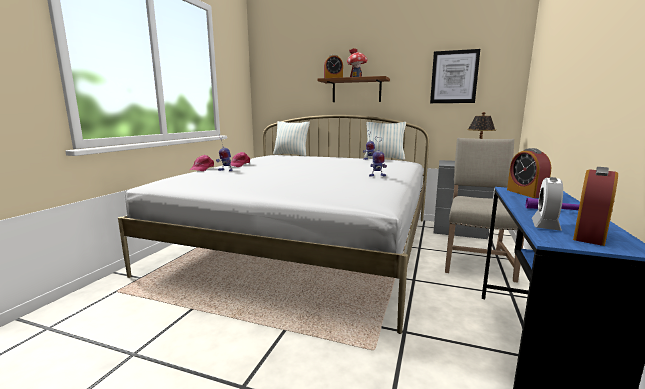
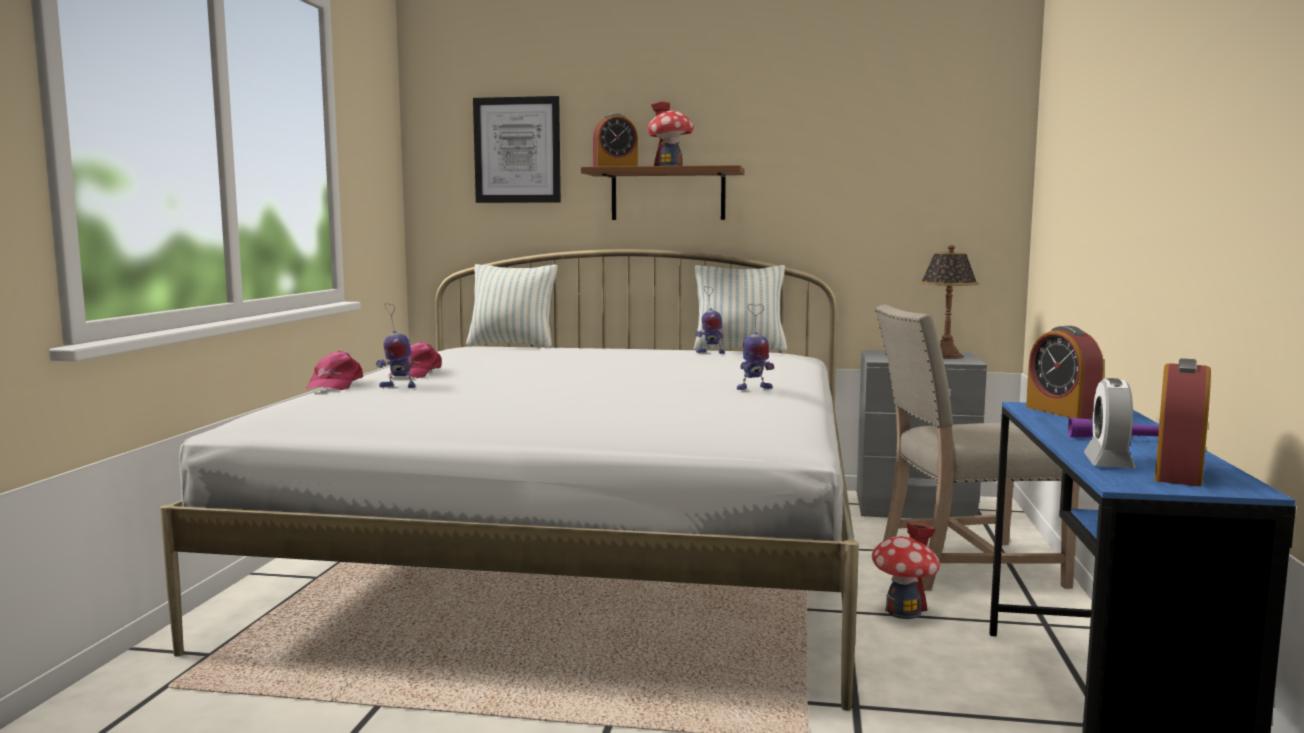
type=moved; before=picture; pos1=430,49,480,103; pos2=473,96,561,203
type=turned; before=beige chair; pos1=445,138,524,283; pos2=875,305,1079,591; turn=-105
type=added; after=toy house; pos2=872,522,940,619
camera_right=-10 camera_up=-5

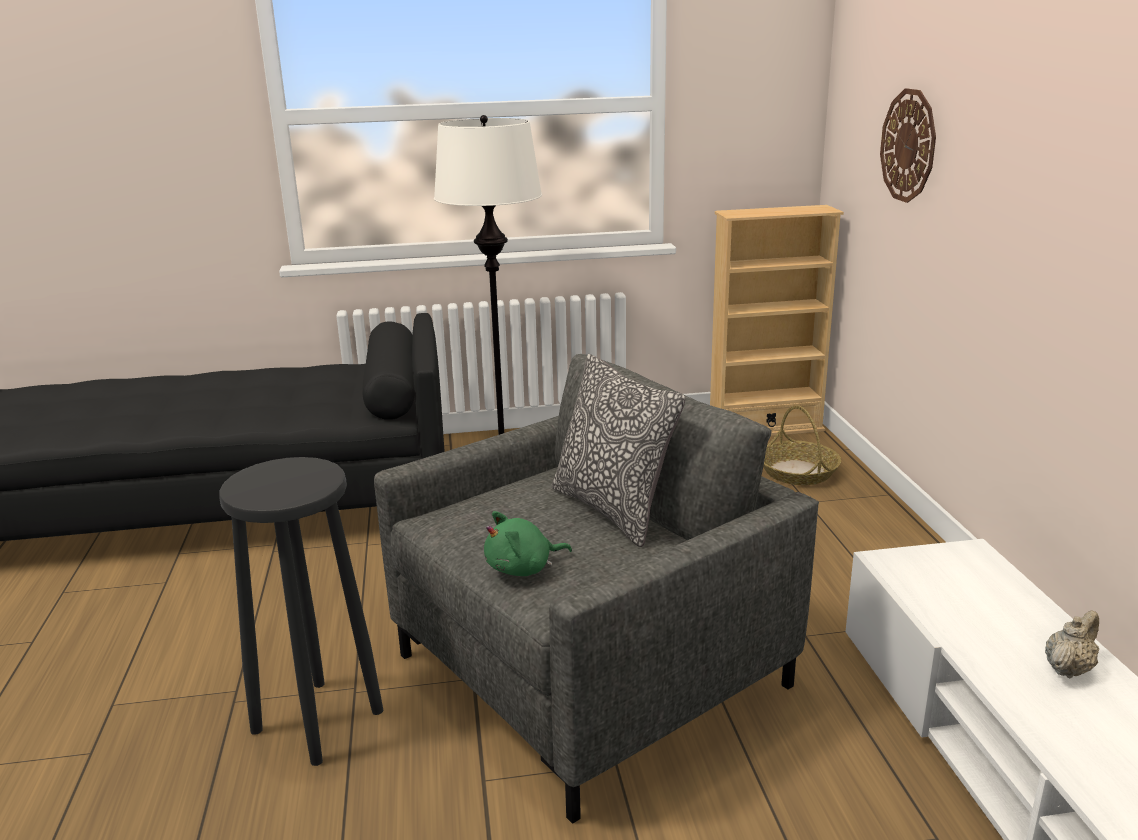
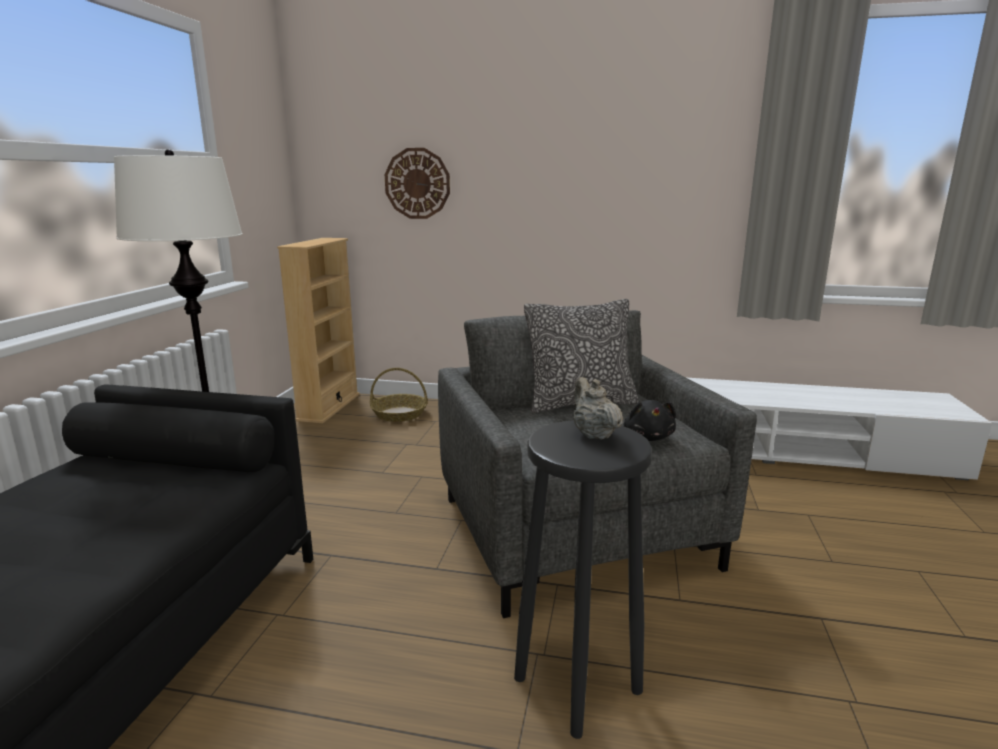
type=recoloured; before=green plush toy; after=black plush toy; pos1=484,511,572,576; pos2=624,400,676,441
type=moved; before=beige teapot; pos1=1045,610,1099,678; pos2=574,377,623,440
camera_right=-70 camera_up=-5

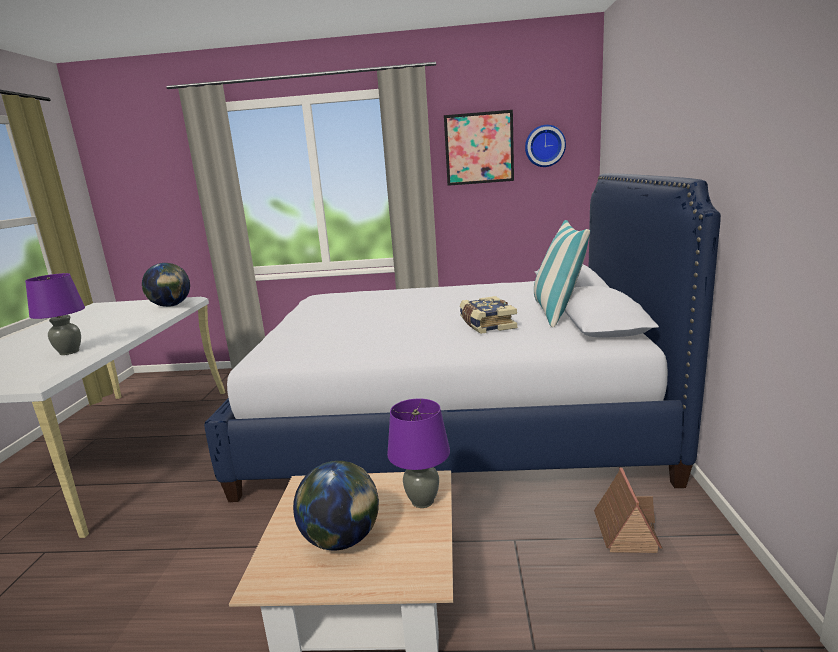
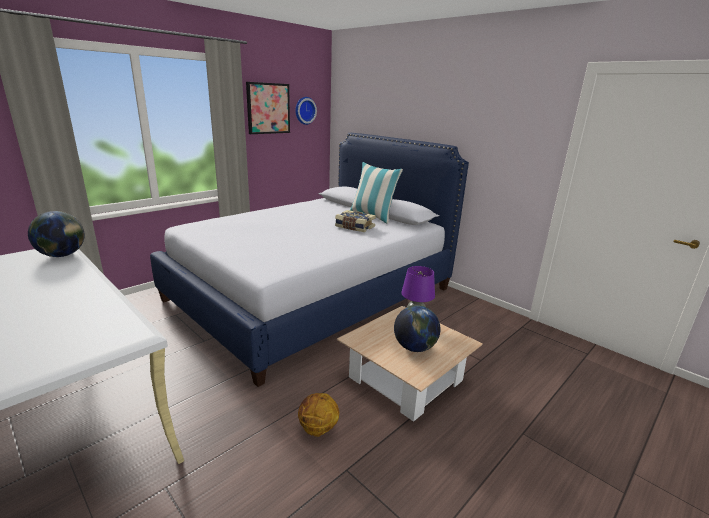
type=removed; before=purple table lamp; pos1=25,273,85,355
type=removed; before=toy house; pos1=594,468,663,553
type=added; after=basketball; pos2=298,393,339,437
camera_right=-50 camera_up=5

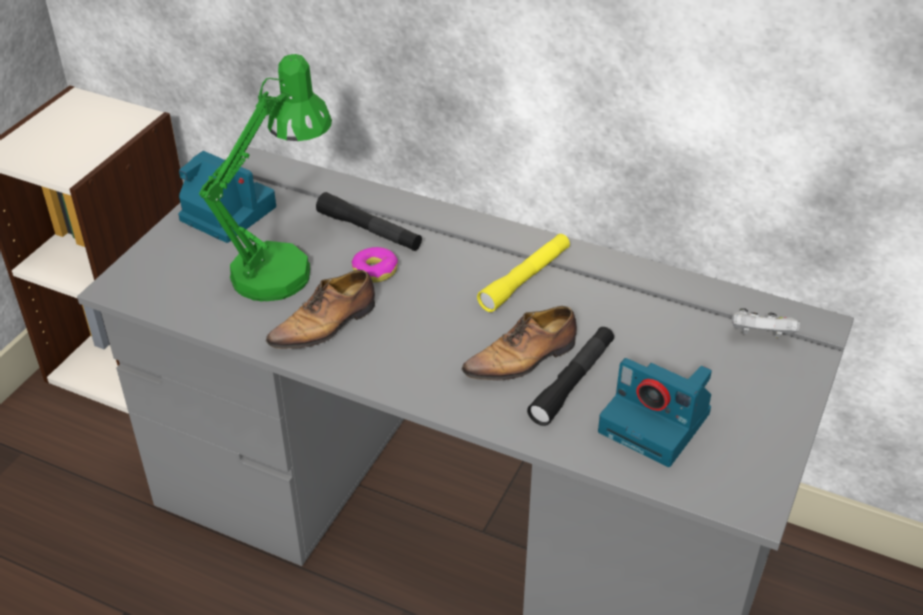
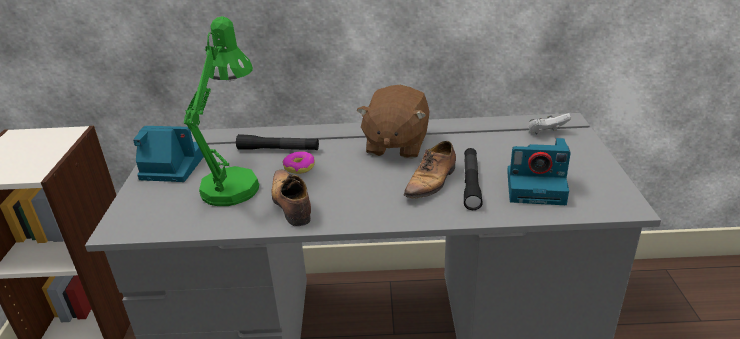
type=replaced; before=yellow flashlight; after=brown plush toy; pos1=477,234,570,312; pos2=356,85,429,159
type=turned; before=shoe; pos1=265,270,375,349; pos2=271,170,311,226; turn=135
camera_right=-25 camera_up=-10

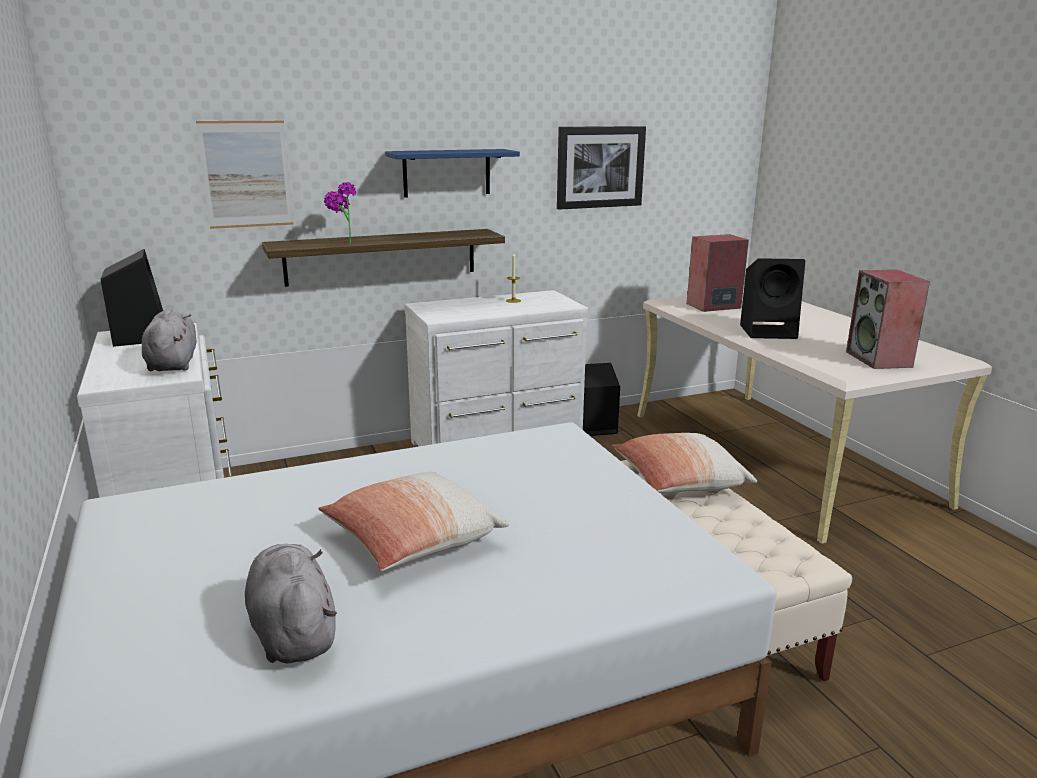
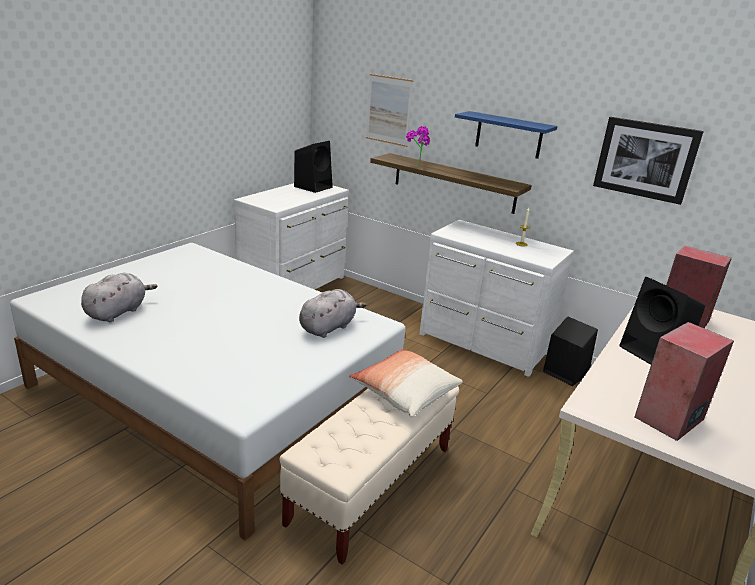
type=moved; before=grey plush toy; pos1=142,309,196,372; pos2=299,289,367,338
type=removed; before=pillow; pos1=318,472,509,571
camera_right=55 camera_up=5

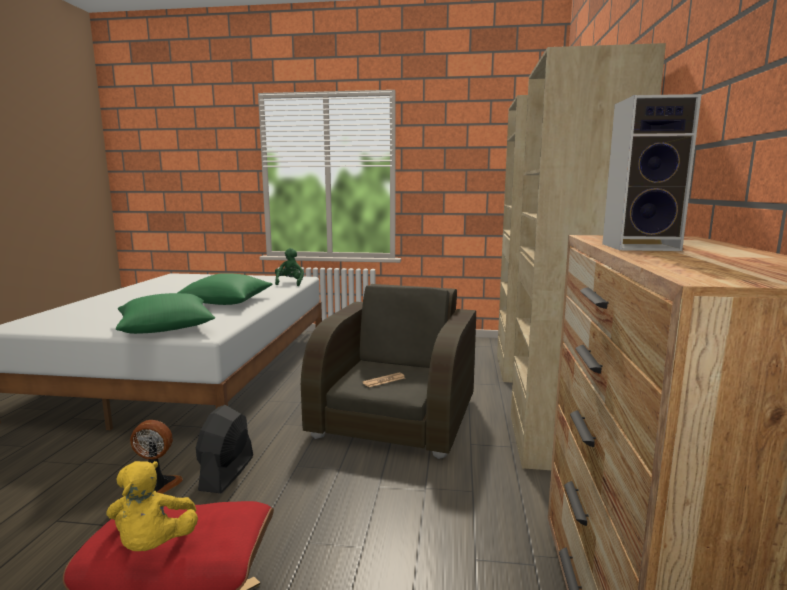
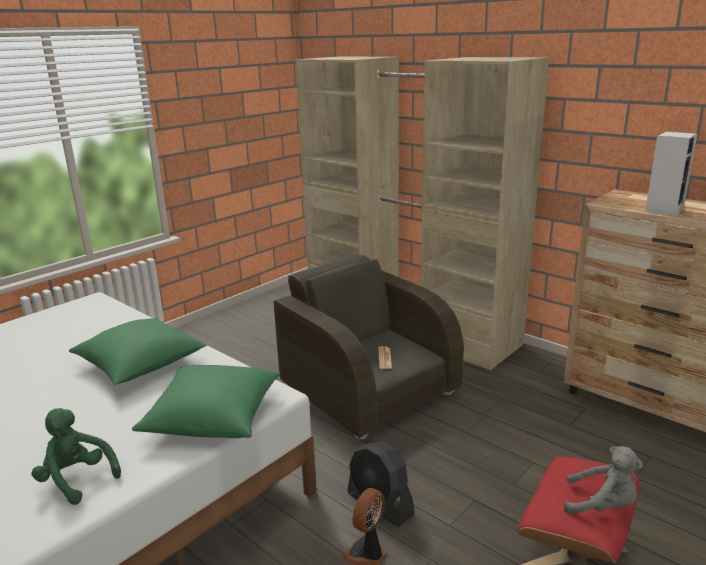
type=moved; before=green plush toy; pos1=275,248,304,286; pos2=32,408,121,505
type=recoloured; before=yellow plush toy; after=grey plush toy; pos1=106,461,198,551; pos2=564,446,643,514
camera_right=-55 camera_up=10

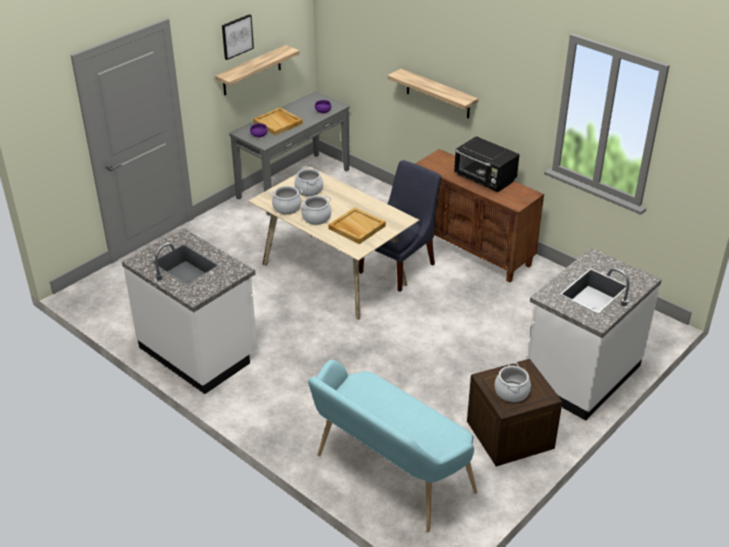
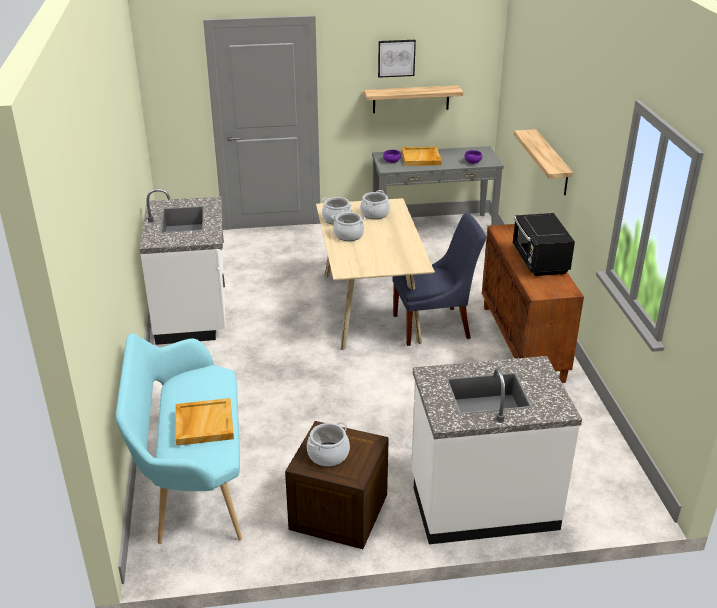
type=moved; before=beige tray; pos1=328,207,386,244; pos2=176,398,234,446
camera_right=40 camera_up=-5

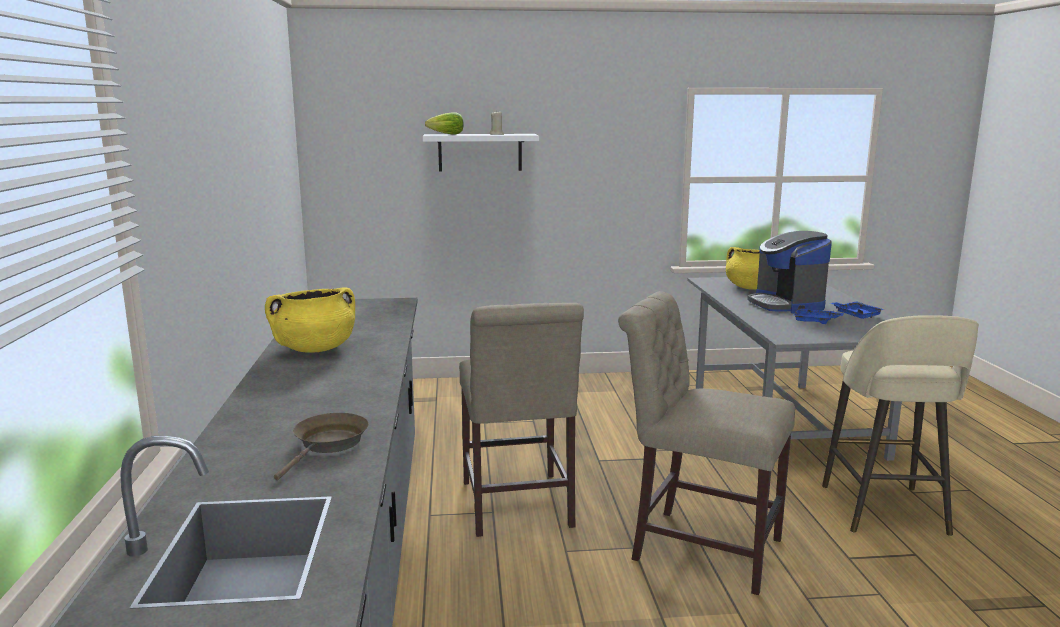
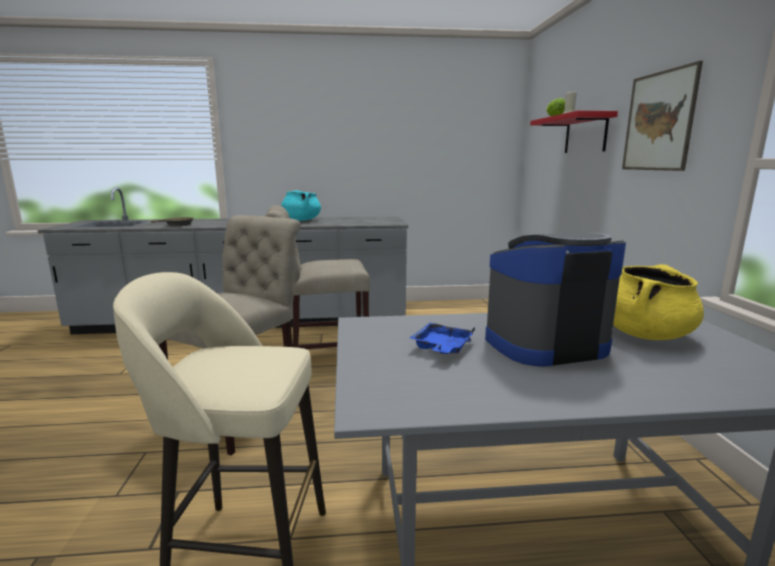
type=recoloured; before=white shelf; after=red shelf; pos1=423,134,539,171; pos2=530,111,618,153
type=recoloured; before=yellow cooking pot; after=turquoise cooking pot; pos1=265,288,355,353; pos2=281,190,321,221
type=removed; before=blue tray; pos1=830,301,884,319
type=added; after=picture; pos2=622,61,703,171
camera_right=90 camera_up=0

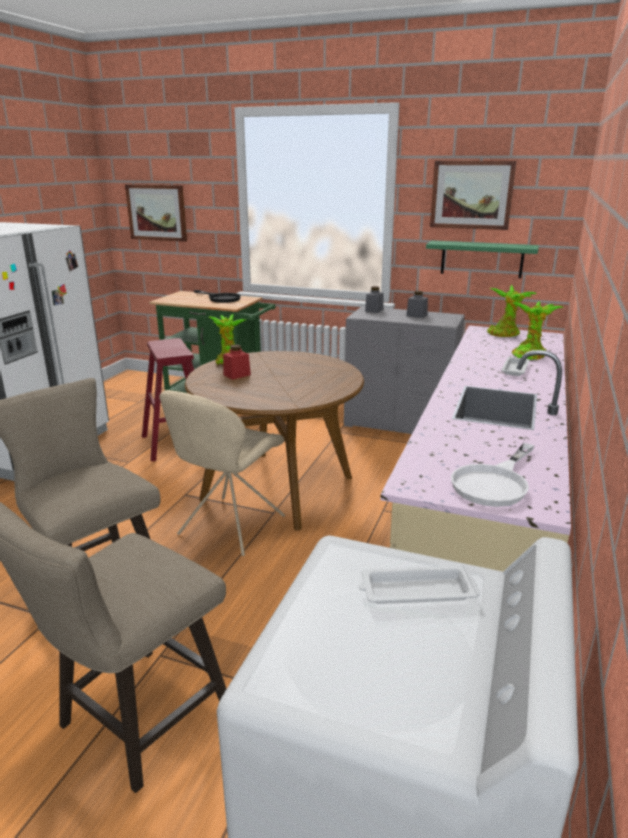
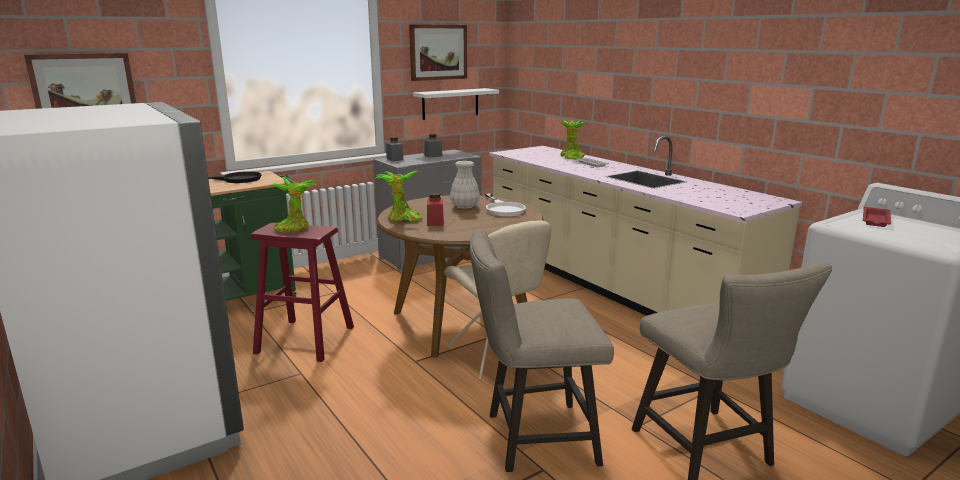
type=recoloured; before=green shelf; after=white shelf; pos1=426,241,539,278; pos2=413,88,499,120
type=moved; before=potted plant; pos1=487,285,537,337; pos2=270,177,317,233
type=moved; before=white frying pan; pos1=451,443,534,507; pos2=485,194,526,216
type=recoloured; before=white tray; after=red tray; pos1=359,565,480,604; pos2=863,207,891,227
type=added; after=white vase; pos2=450,161,480,209
camera_right=-55 camera_up=-5

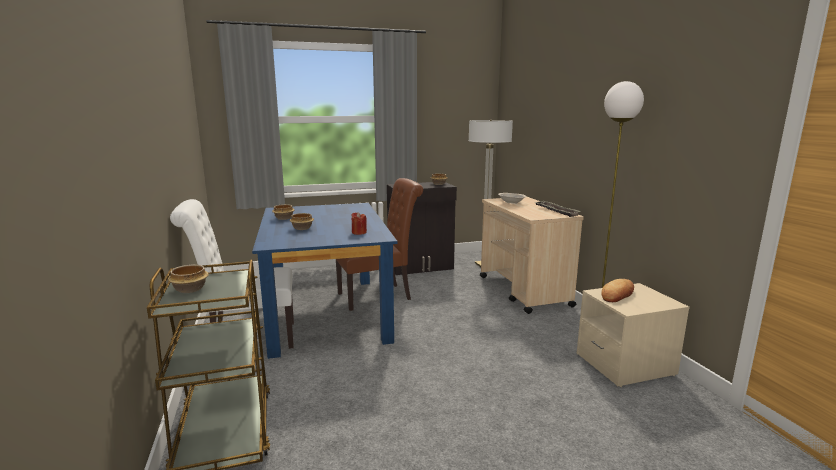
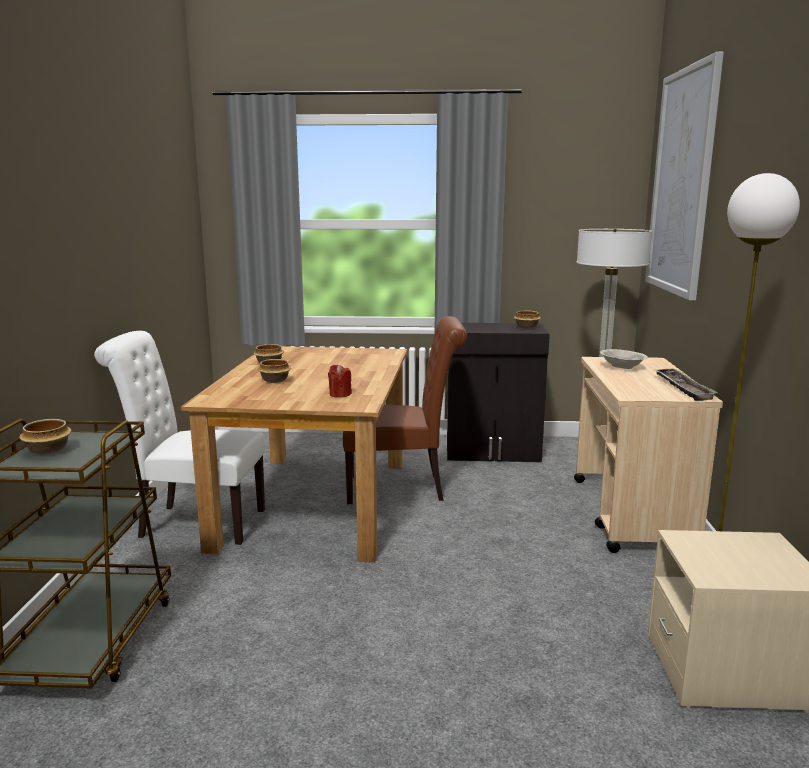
type=recoloured; before=blue dining table; after=brown dining table; pos1=252,203,398,359; pos2=181,346,407,563
type=removed; before=bread; pos1=601,279,634,302
type=added; after=picture; pos2=645,52,724,301
camera_right=20 camera_up=0

